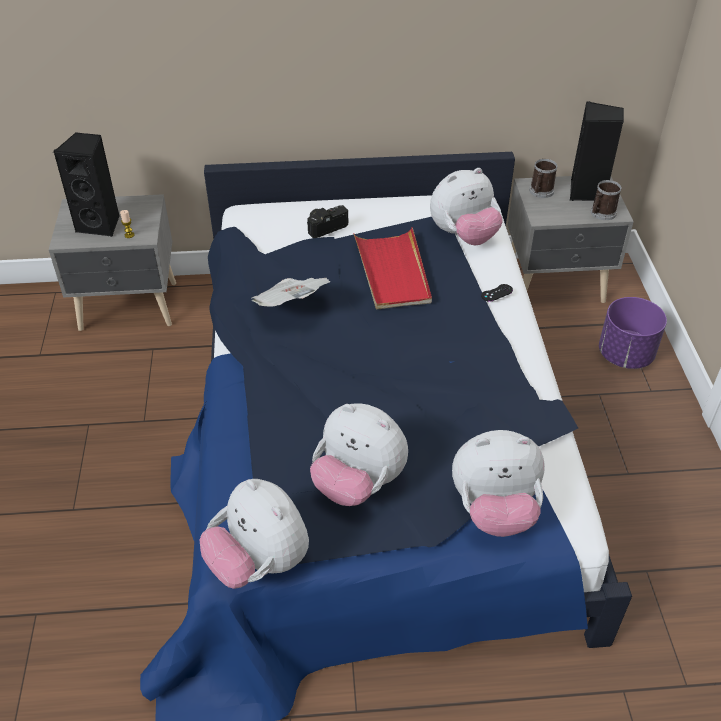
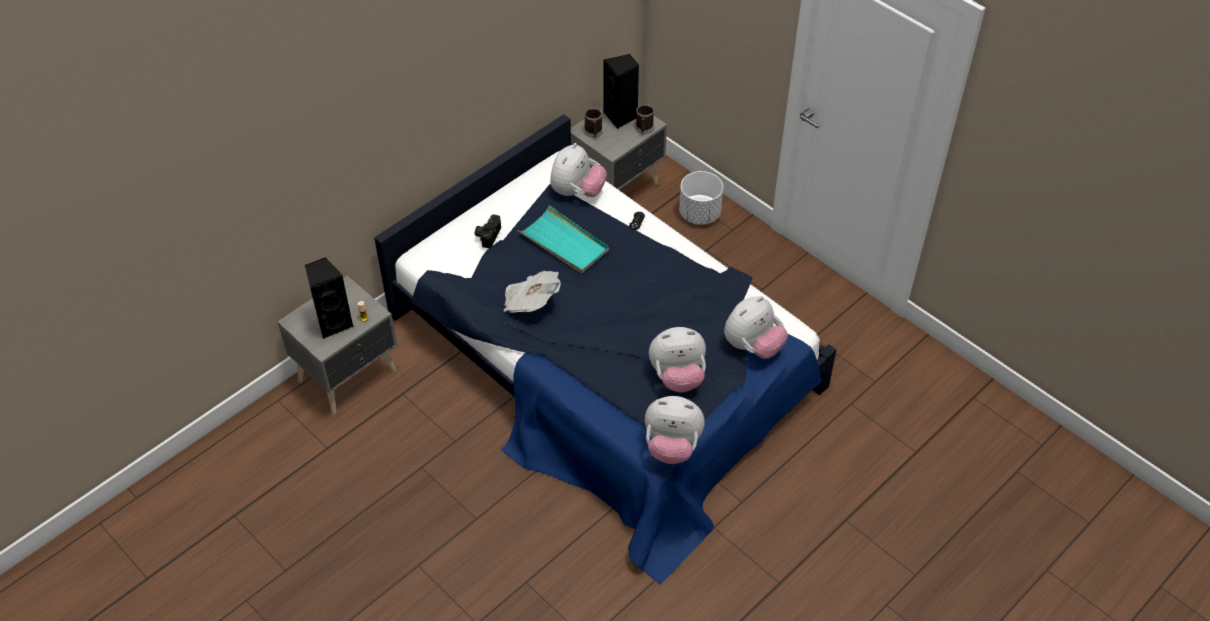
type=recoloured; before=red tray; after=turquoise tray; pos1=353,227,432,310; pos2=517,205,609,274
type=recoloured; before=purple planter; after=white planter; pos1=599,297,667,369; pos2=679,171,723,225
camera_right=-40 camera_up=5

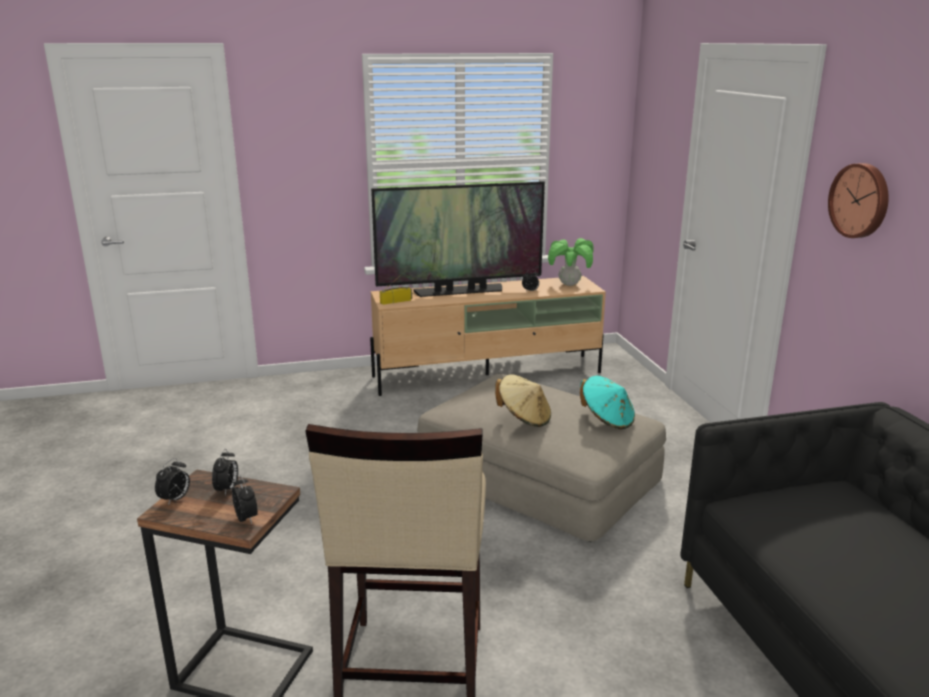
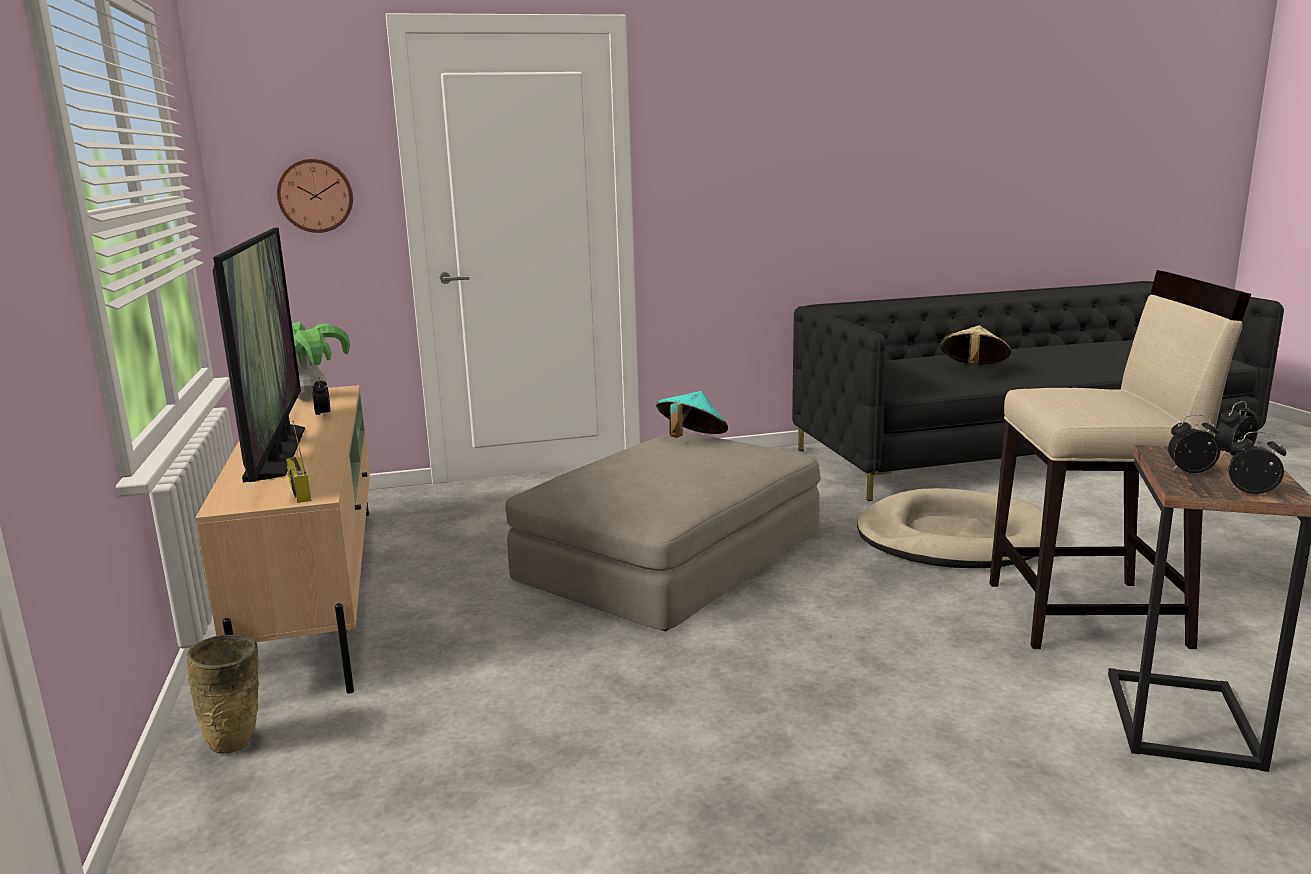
type=moved; before=wall clock; pos1=828,163,889,238; pos2=277,159,353,233
type=moved; before=beige hat; pos1=495,374,551,427; pos2=941,325,1012,366
type=added; after=beige dog bed; pos2=857,488,1043,568
type=added; after=beige vase; pos2=187,635,259,754
camera_right=-90 camera_up=-5

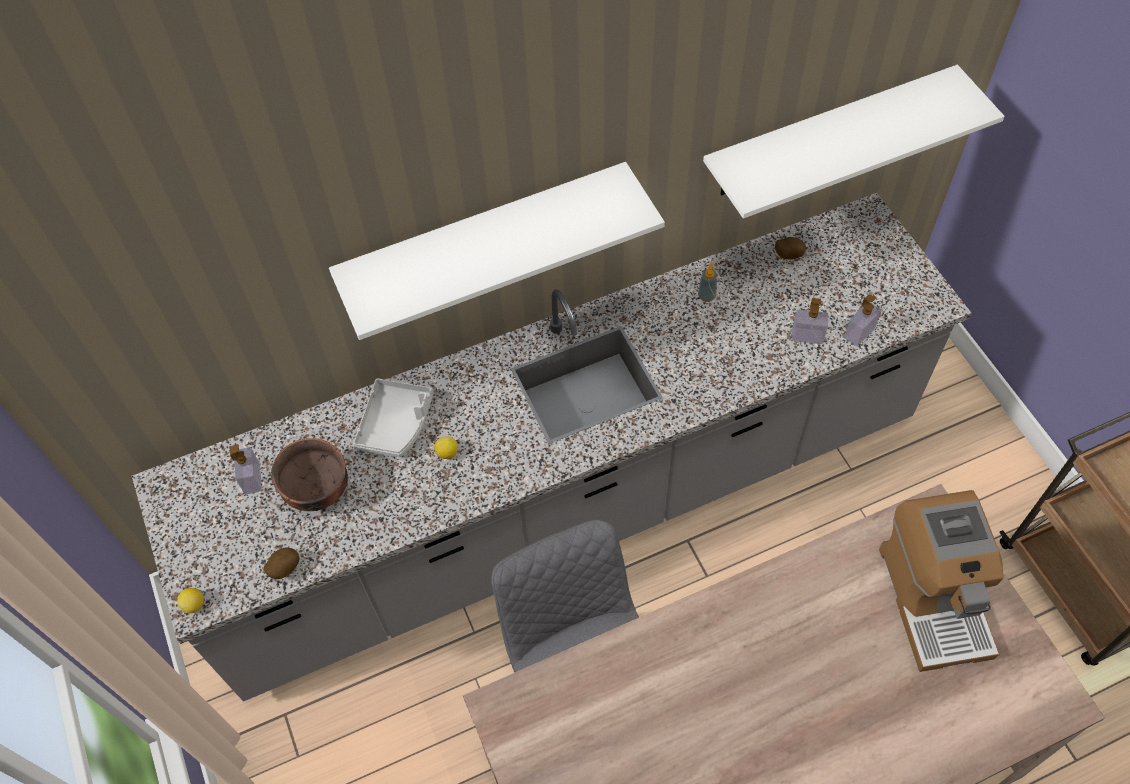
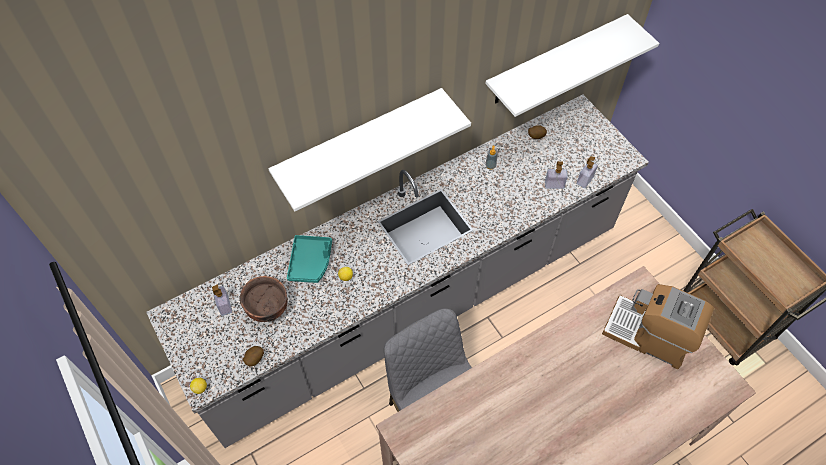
type=recoloured; before=grey tray; after=turquoise tray; pos1=353,378,434,457; pos2=287,235,332,283
type=turned; before=coffee machine; pos1=879,490,1004,672; pos2=602,284,714,369; turn=135
camera_right=-10 camera_up=0

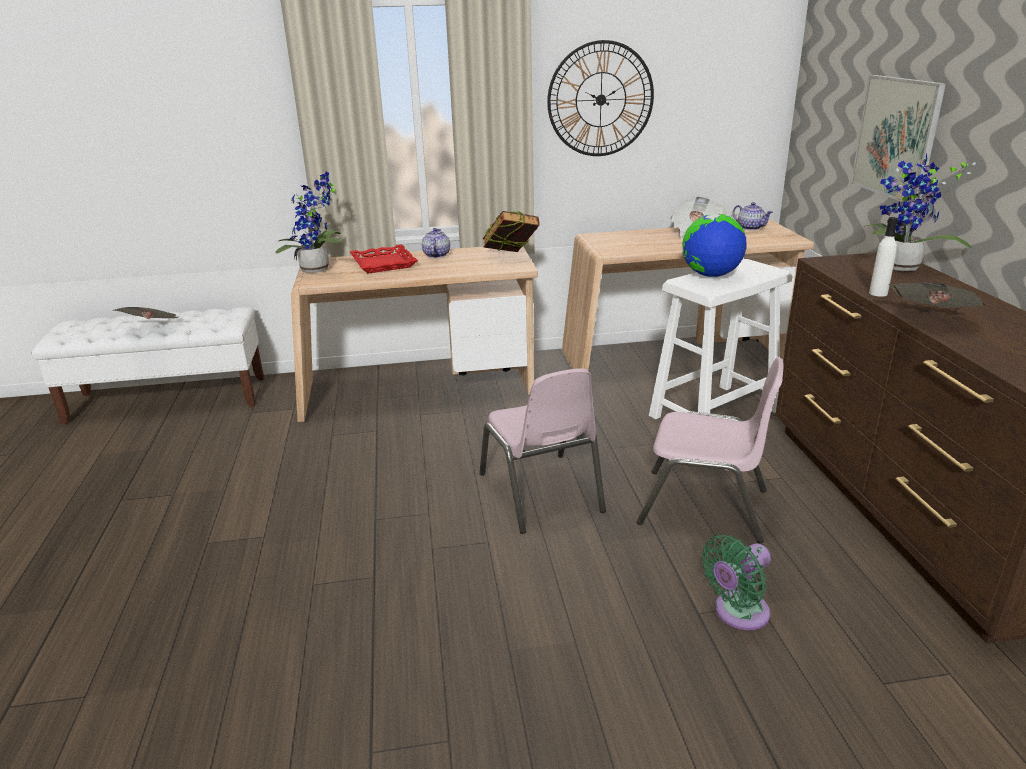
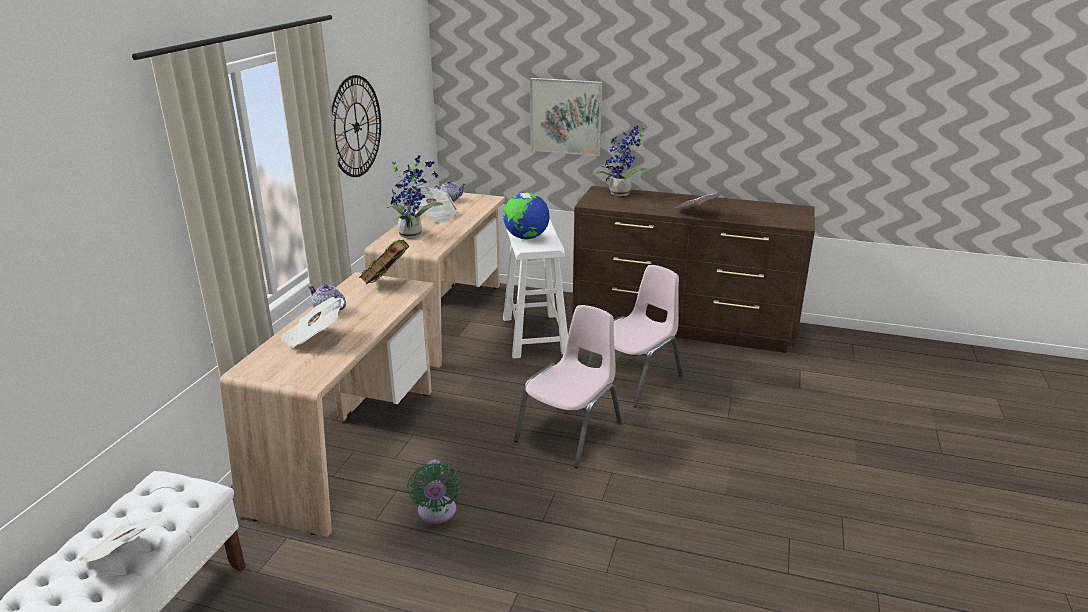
type=moved; before=potted plant; pos1=275,172,341,273; pos2=387,155,443,238
type=removed; before=white bottle; pos1=869,217,898,297
type=replaced; before=red tray; after=newspaper; pos1=350,244,418,273; pos2=280,297,345,349
type=turned; before=pink chair; pos1=479,368,606,534; pos2=514,305,622,468; turn=-60
type=moved; before=green fan; pos1=701,535,771,630; pos2=407,460,462,524
camera_right=-65 camera_up=0

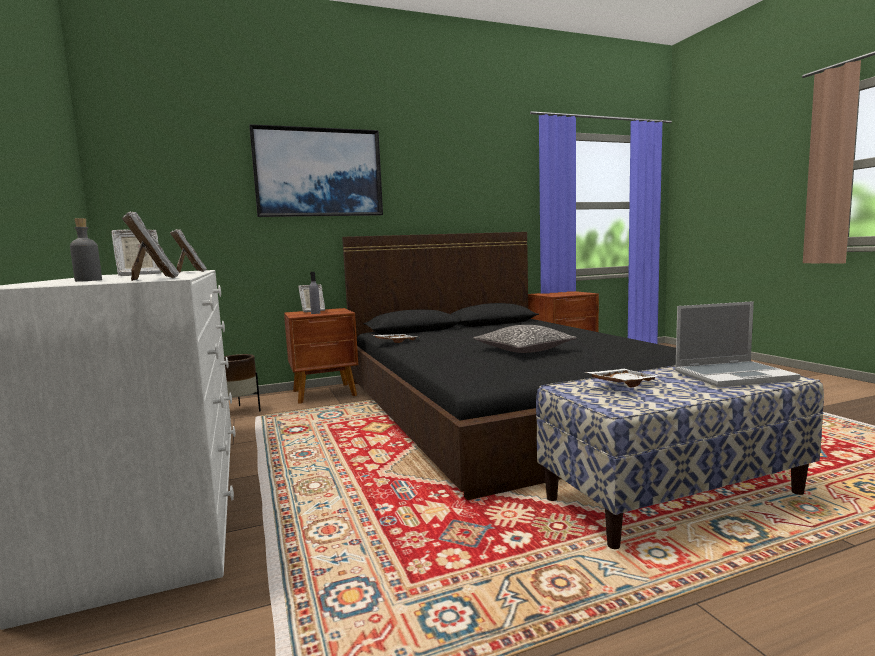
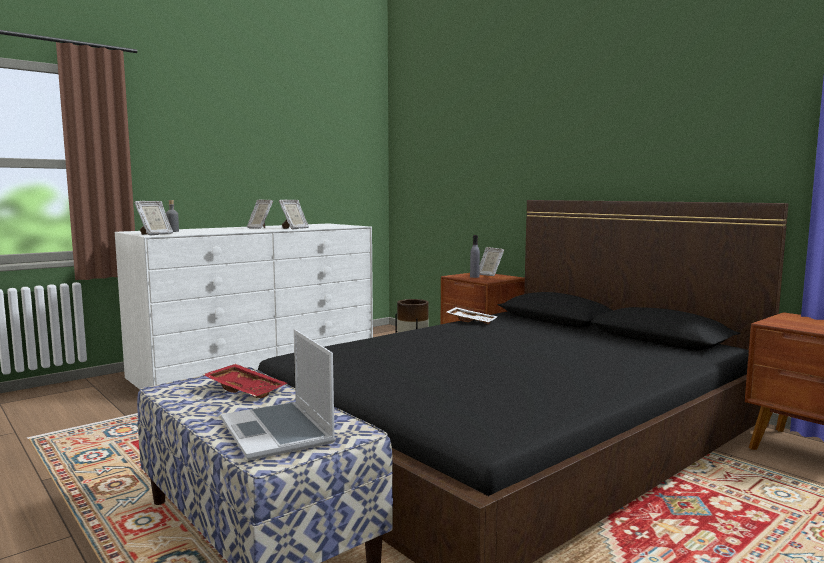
type=removed; before=picture; pos1=249,124,383,217
type=removed; before=pillow; pos1=473,325,577,353
type=recoloured; before=white tray; after=red tray; pos1=585,369,659,387; pos2=203,364,287,398
camera_right=70 camera_up=0

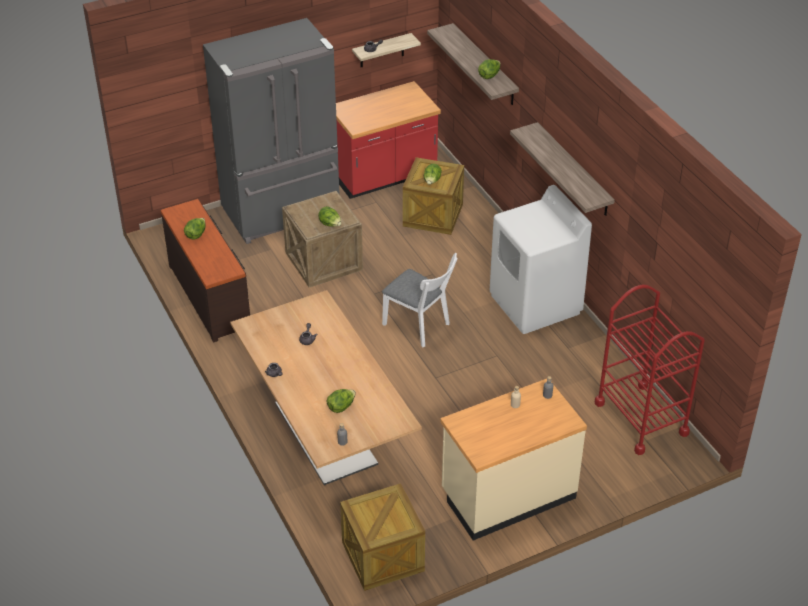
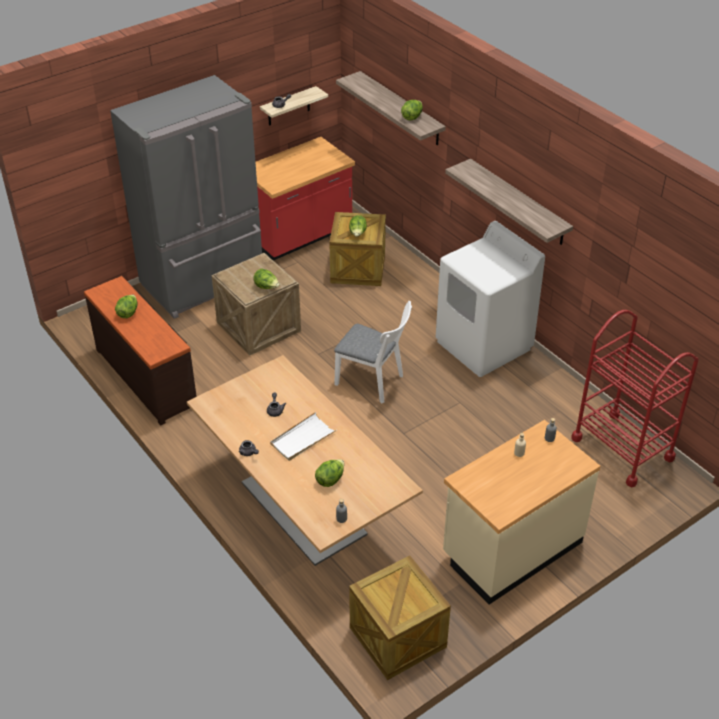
type=added; after=white tray; pos2=270,412,336,461
camera_right=-10 camera_up=0

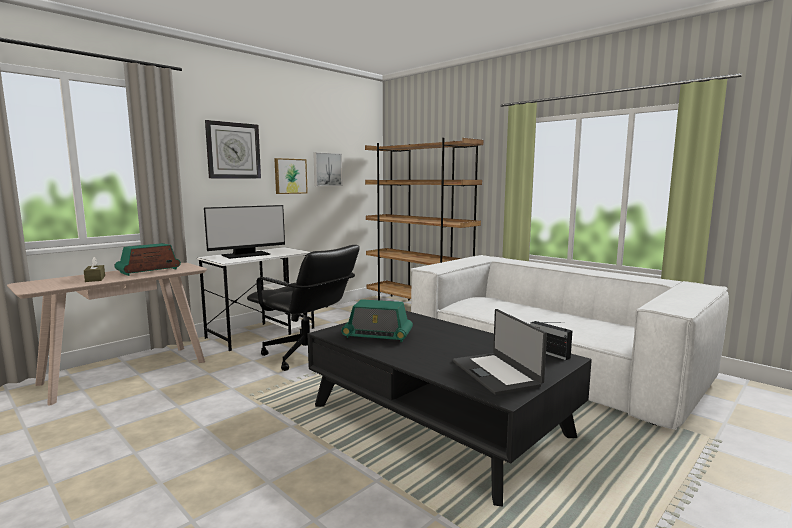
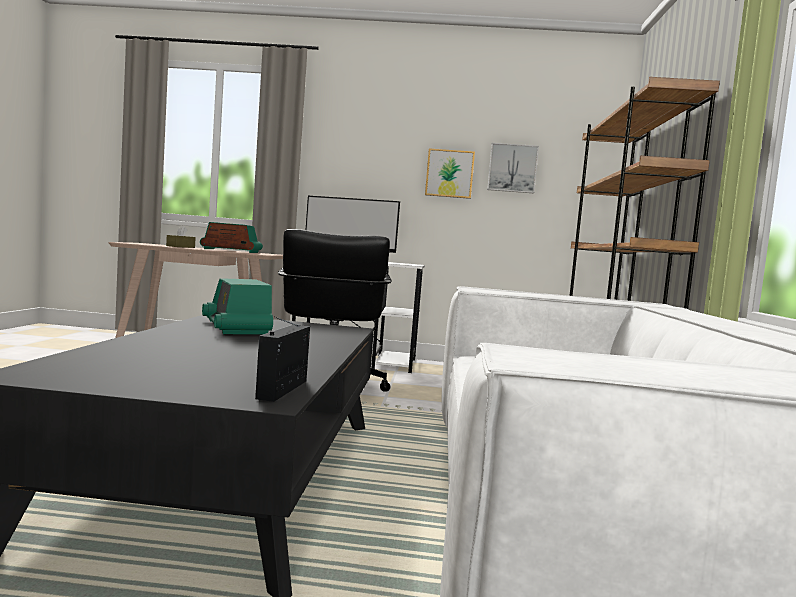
type=removed; before=wall clock; pos1=205,120,261,179
type=removed; before=laptop; pos1=453,309,547,395
camera_right=50 camera_up=-5

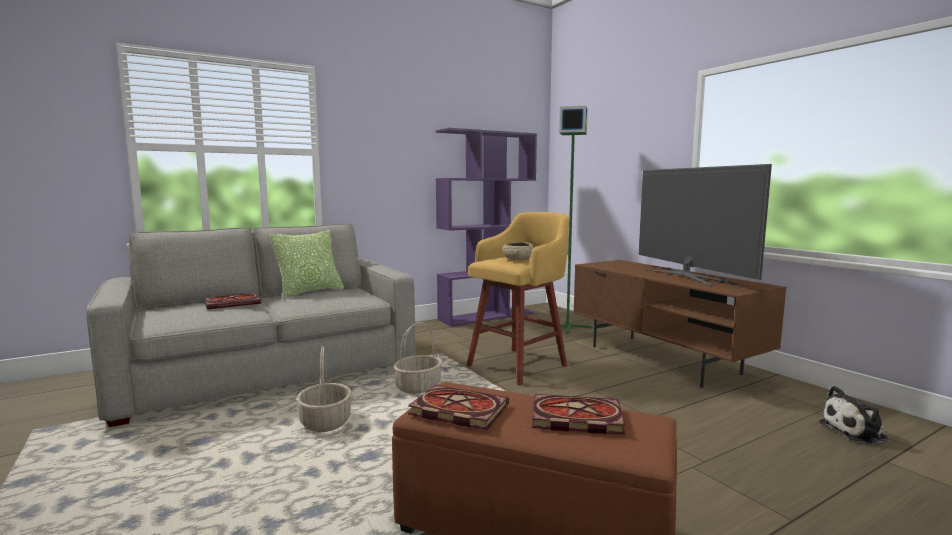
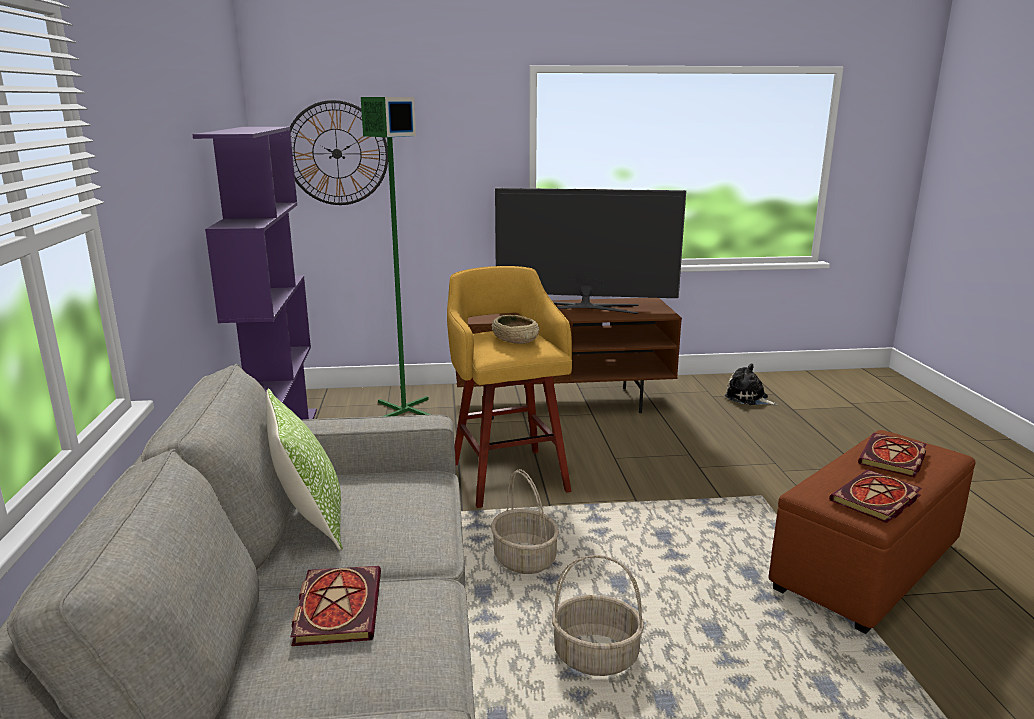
type=turned; before=plush toy; pos1=819,386,889,444; pos2=725,363,778,405; turn=120
type=added; after=wall clock; pos2=290,100,388,205
camera_right=-65 camera_up=10

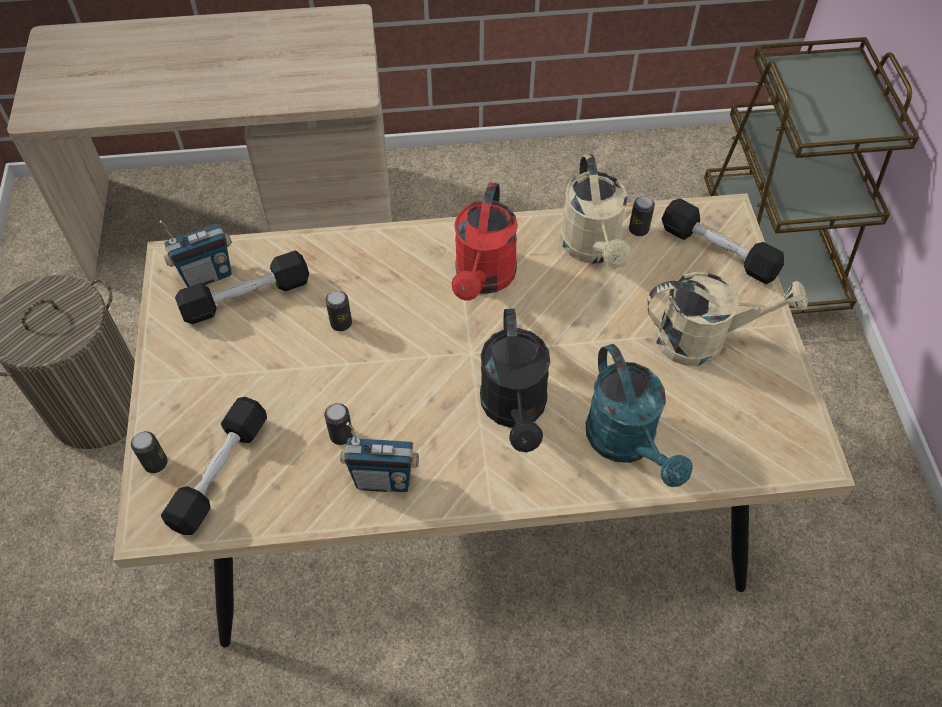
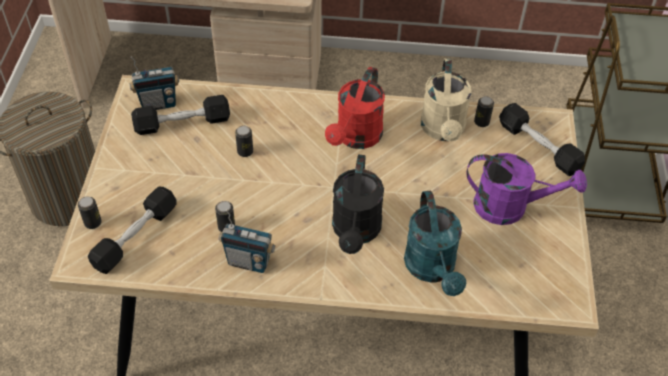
type=recoloured; before=beige watering can; after=purple watering can; pos1=647,272,808,366; pos2=466,153,587,225
camera_right=10 camera_up=-5

